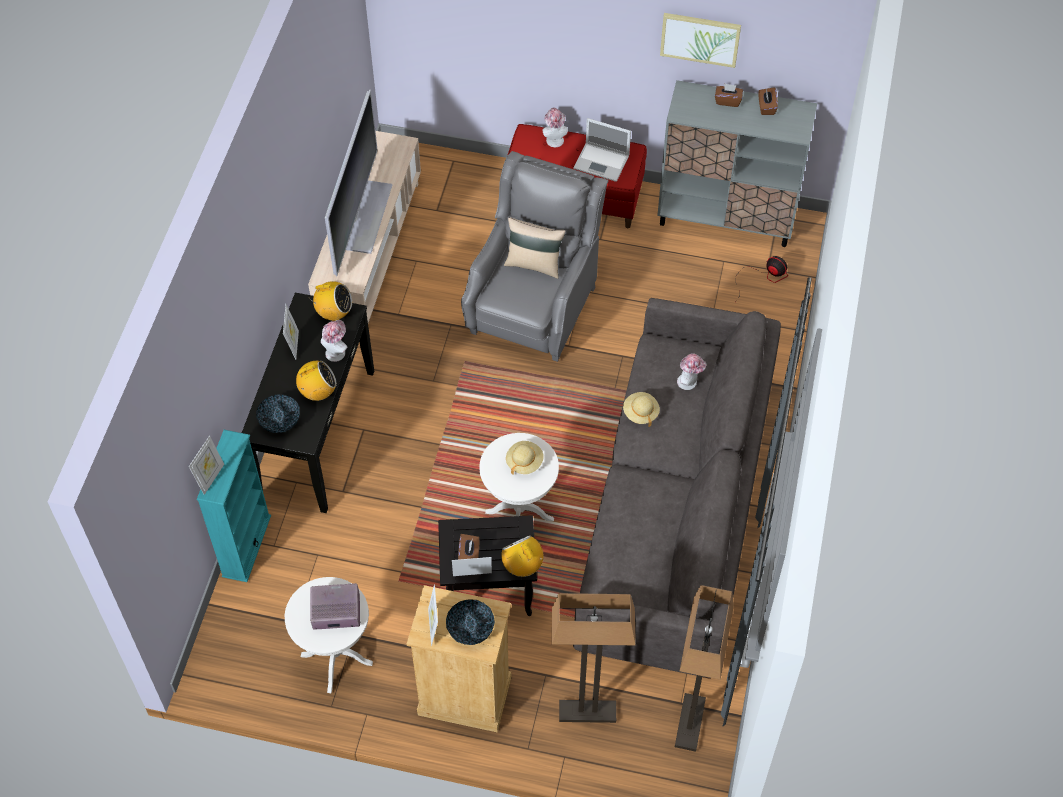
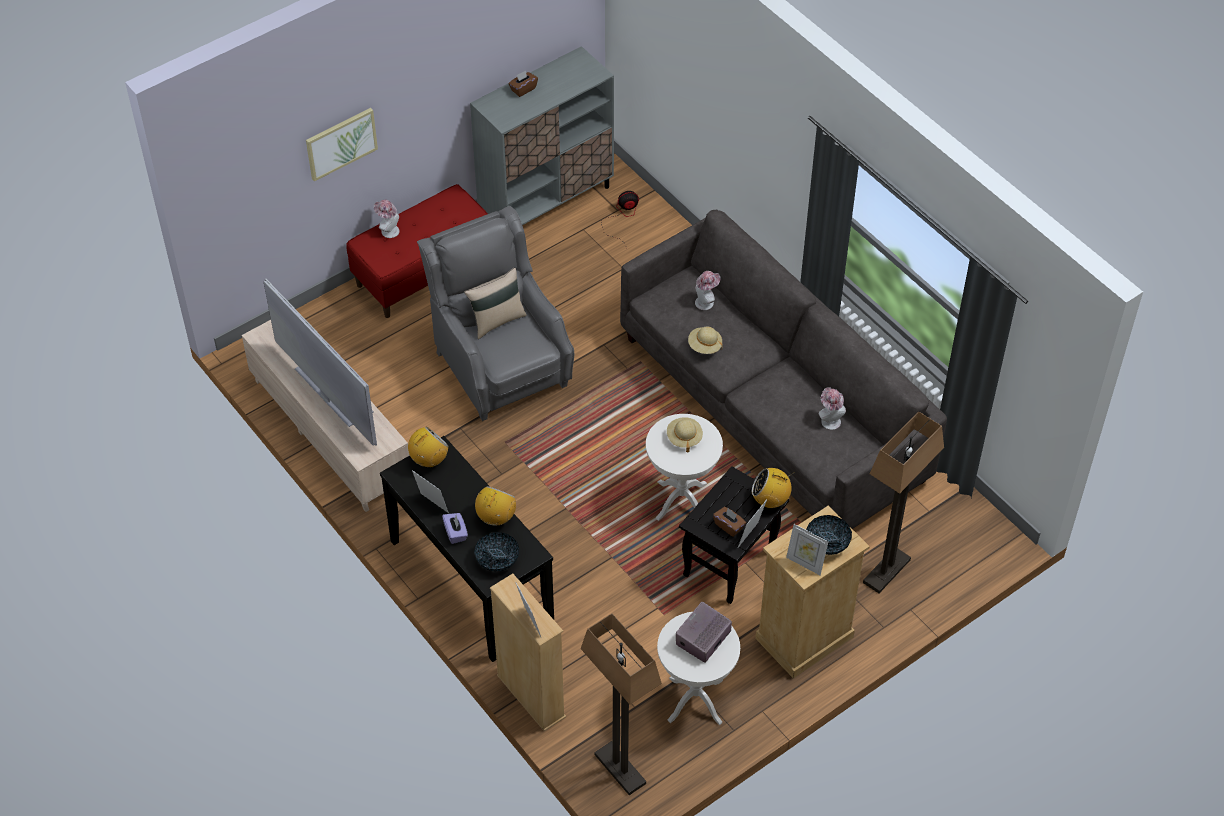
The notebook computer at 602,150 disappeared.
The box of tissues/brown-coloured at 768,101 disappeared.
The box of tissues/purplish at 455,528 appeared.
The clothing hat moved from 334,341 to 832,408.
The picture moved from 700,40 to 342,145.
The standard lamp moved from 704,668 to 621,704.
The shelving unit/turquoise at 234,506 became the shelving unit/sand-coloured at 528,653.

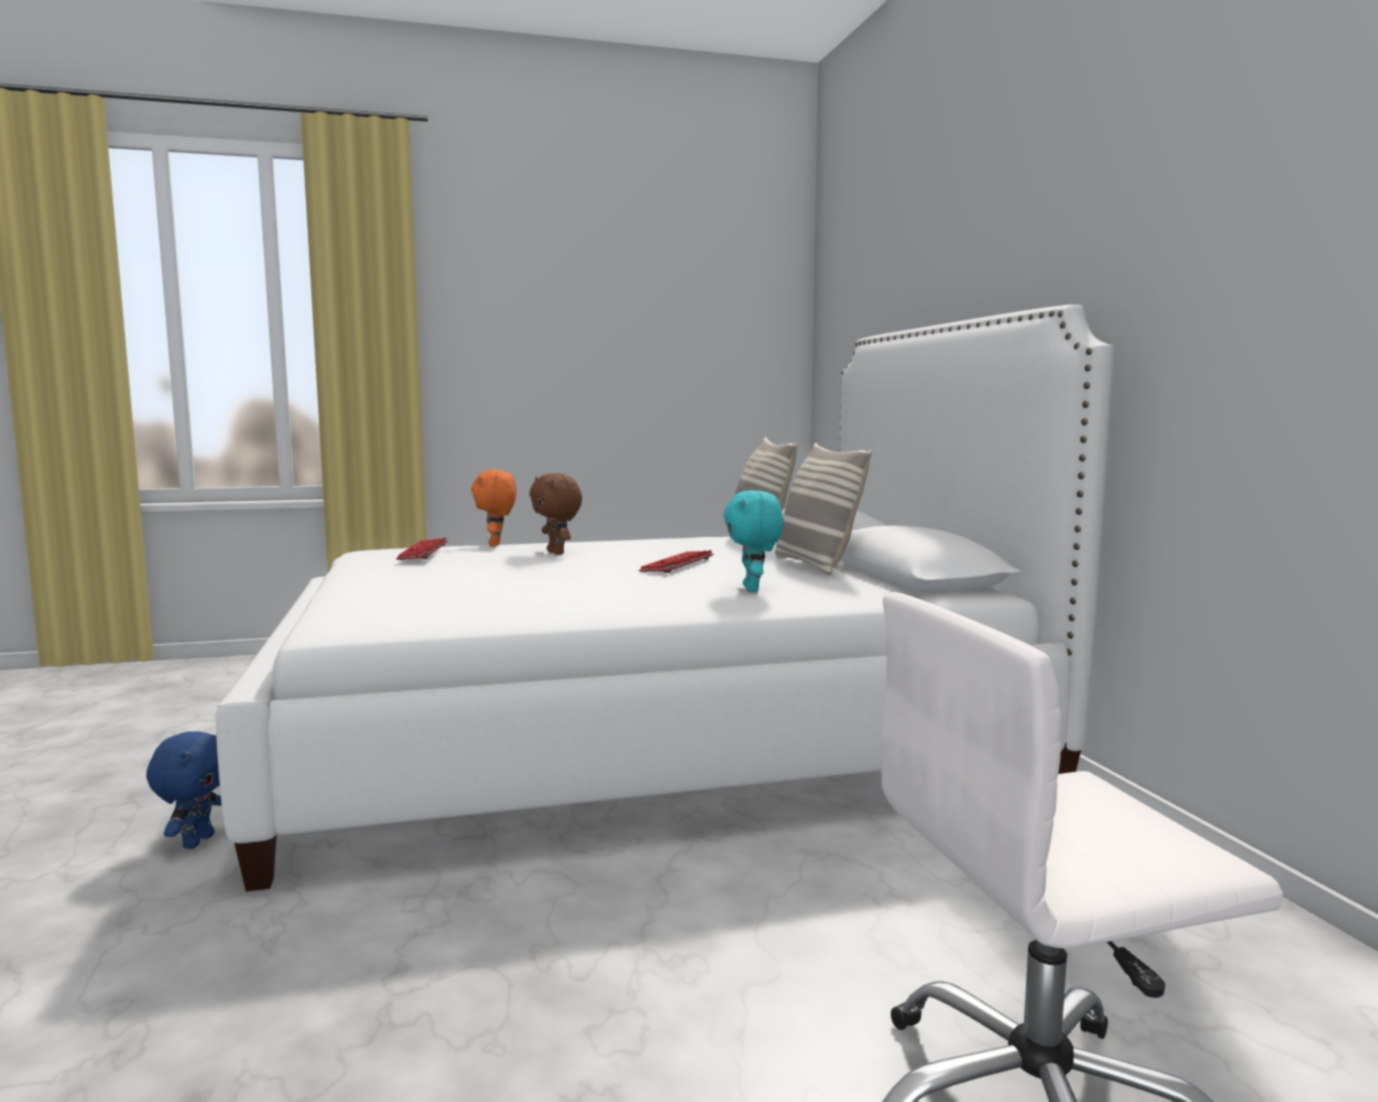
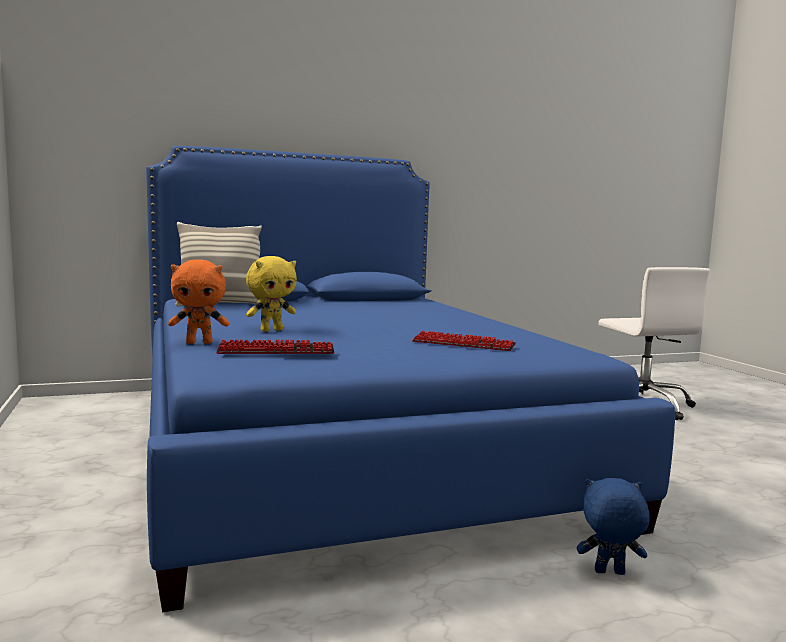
The plush toy/turquoise at 754,541 disappeared.
The pillow at 823,509 disappeared.
The PC keyboard moved from 676,561 to 464,341.
The bedroom bed/white at 665,598 became the bedroom bed/blue at 410,379.
The plush toy/brown-coloured at 555,514 became the plush toy/yellow at 271,294.

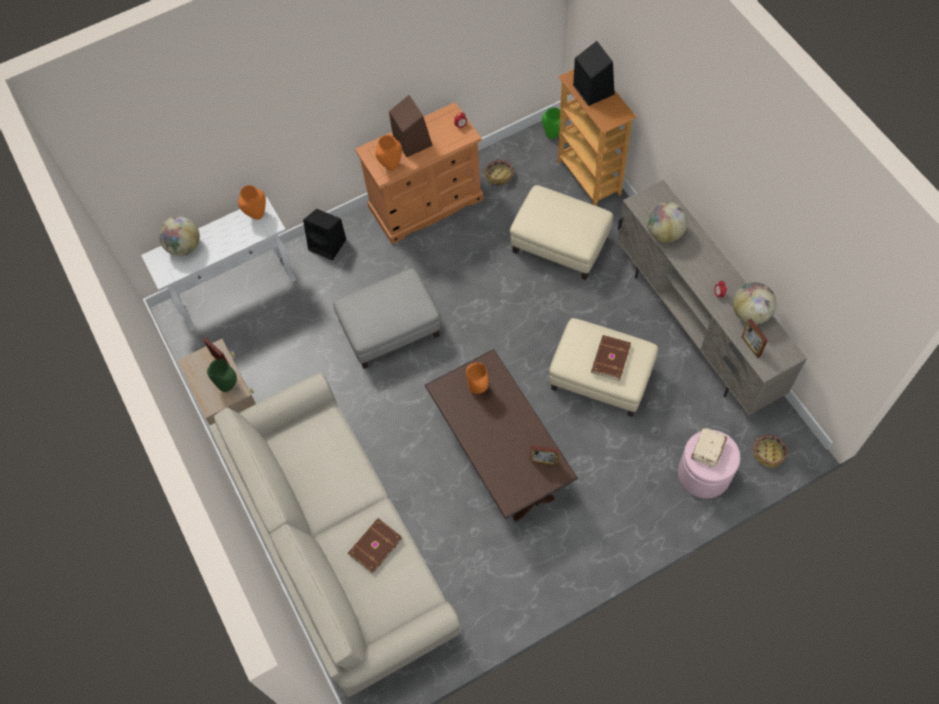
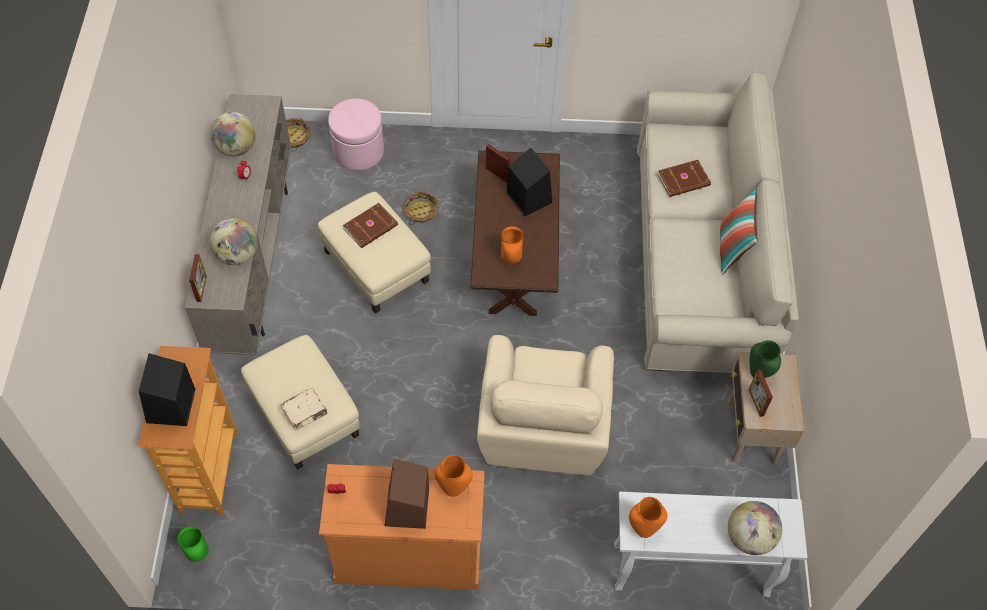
The pillow at 739,231 appeared.
The audio speaker/blackish moved from 324,234 to 529,182.
The storage basket moved from 499,172 to 420,208.
The volume/sand-coloured moved from 709,447 to 304,409.
The photo frame moved from 754,338 to 198,278.
The pouffe/greyish at 386,318 was replaced by the lounge chair/sand-coloured at 545,405.

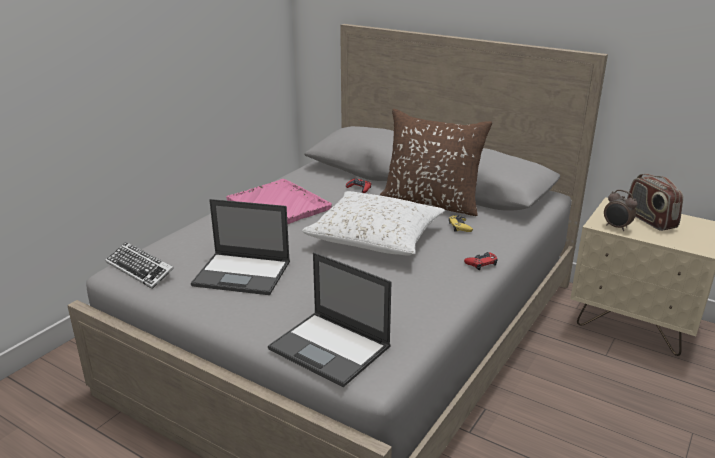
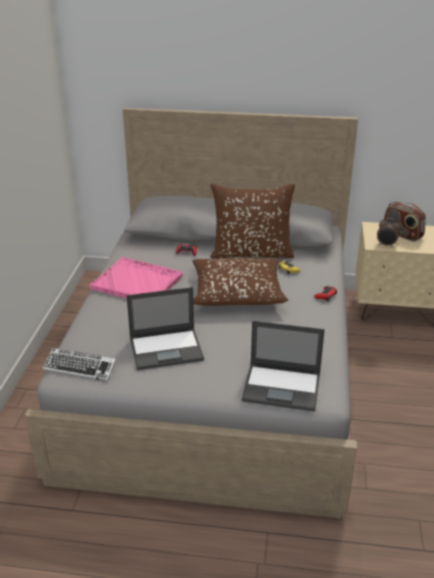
The pillow/white at 373,223 became the pillow/brown-coloured at 240,282.

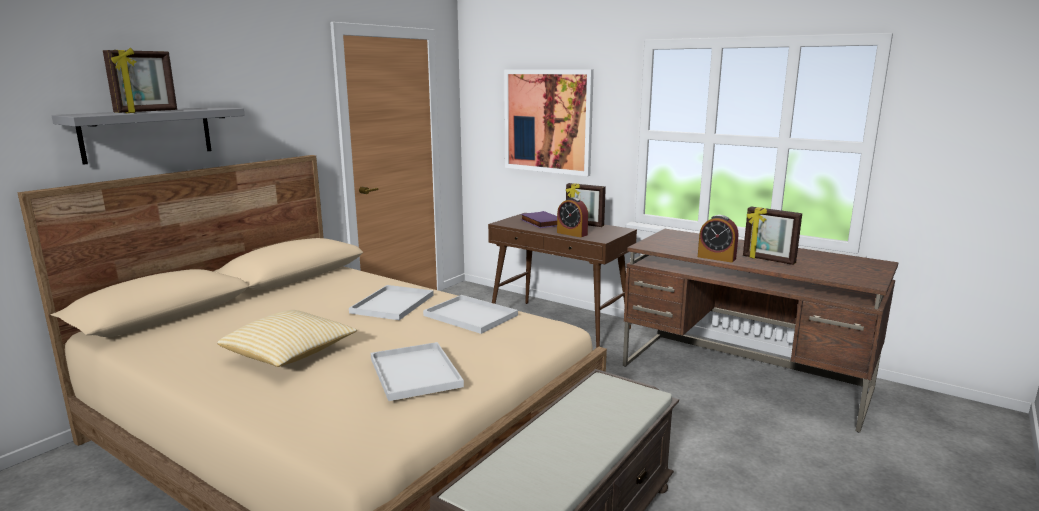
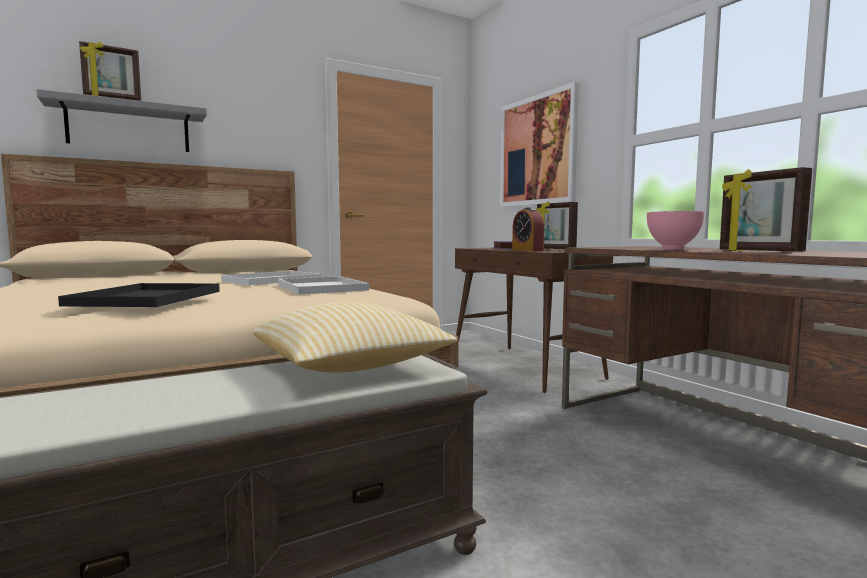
The pillow moved from 287,338 to 355,337.
The alarm clock at 718,239 was replaced by the serving bowl/pinkish at 675,230.
The serving tray/white at 417,371 became the serving tray/blackish at 139,295.

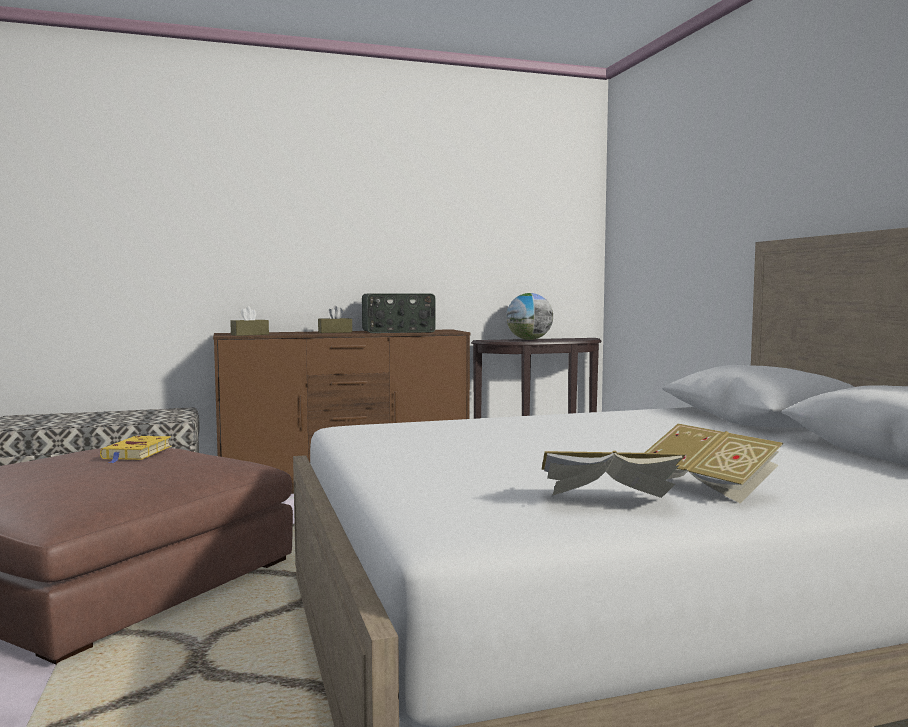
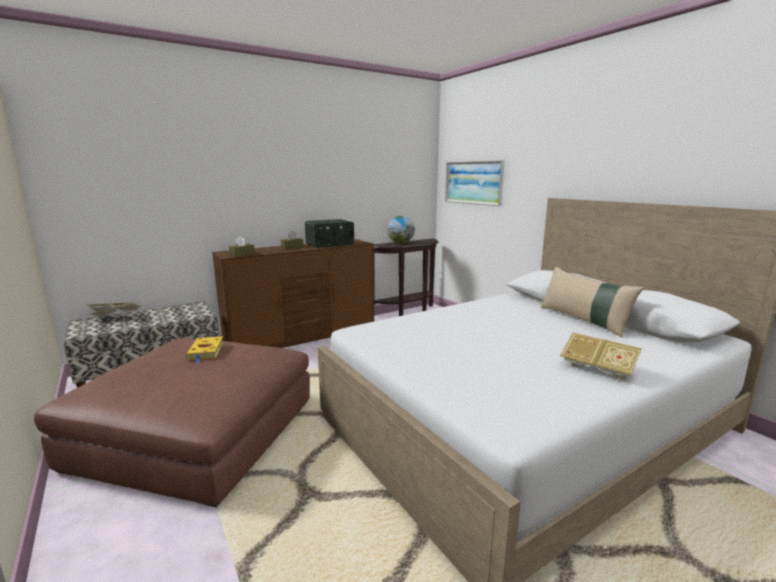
The picture at 475,183 appeared.
The pillow/sand-coloured at 592,302 appeared.
The volume moved from 614,474 to 113,310.

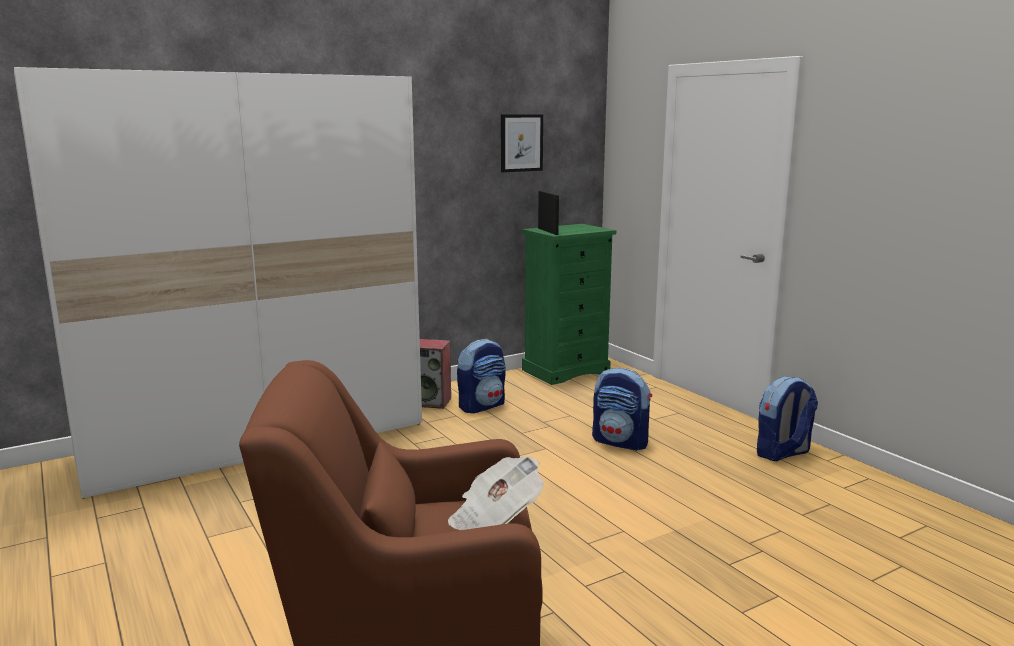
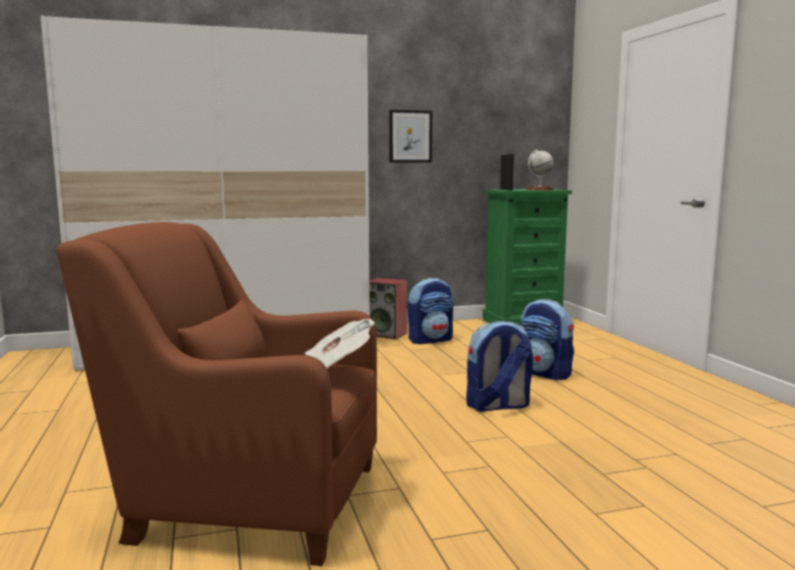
The globe at 539,169 appeared.
The picture moved from 522,143 to 410,136.
The knapsack moved from 787,418 to 499,366.

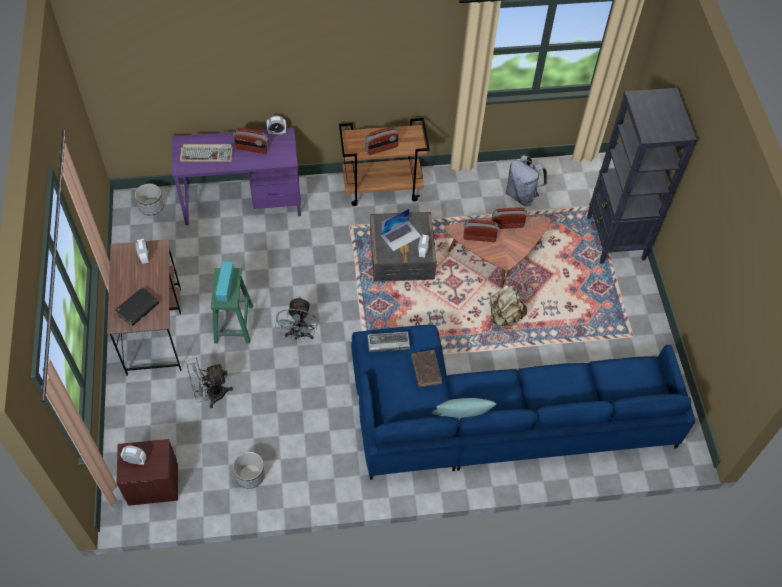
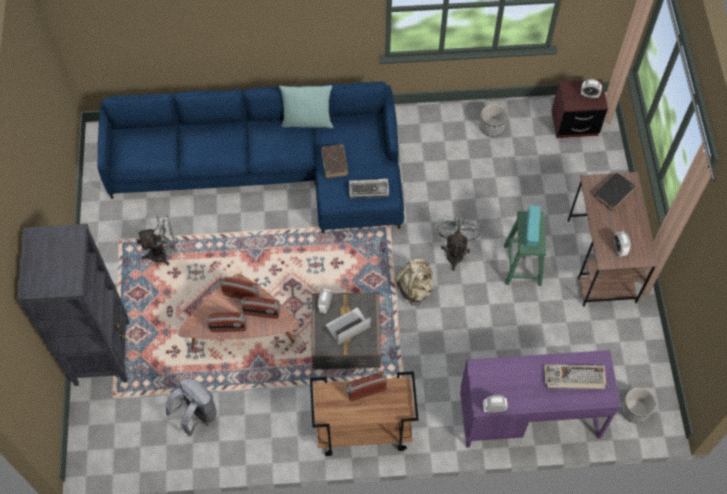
The cooling fan/greyish moved from 209,383 to 157,240.
The radio moved from 251,141 to 239,288.
The knapsack/sand-coloured moved from 508,305 to 413,282.

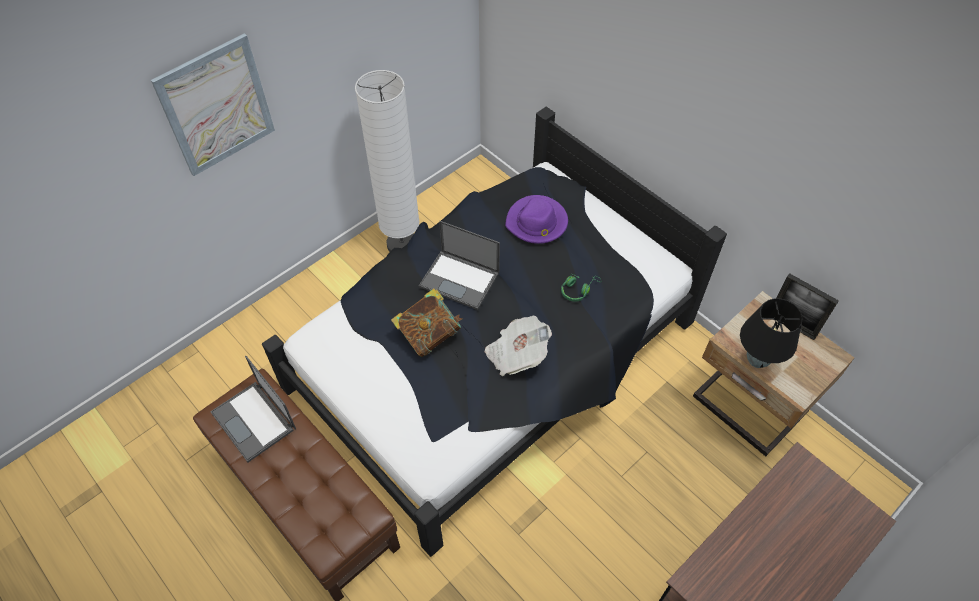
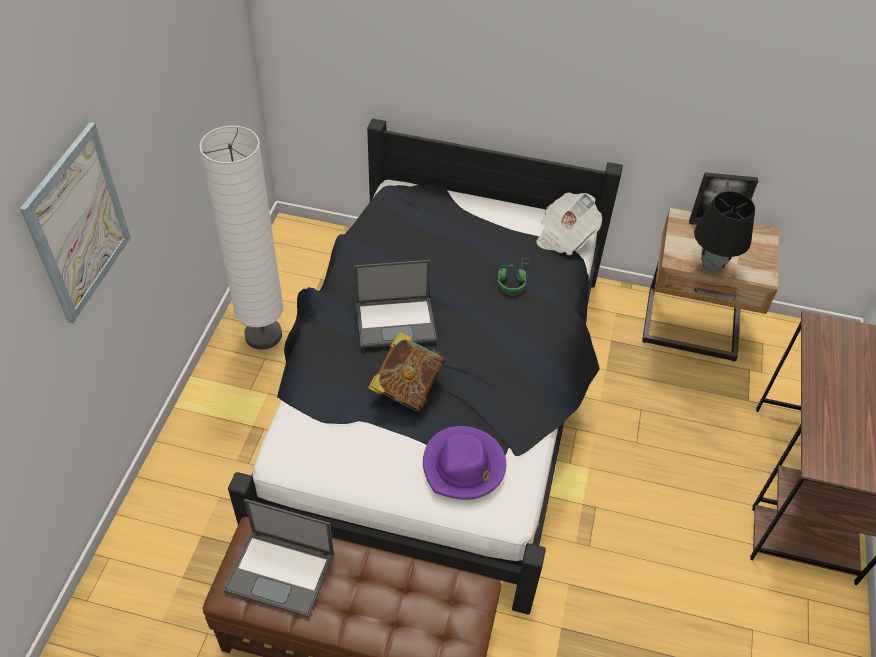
The newspaper moved from 518,346 to 569,224.
The clothing hat/purplish moved from 536,219 to 464,463.

